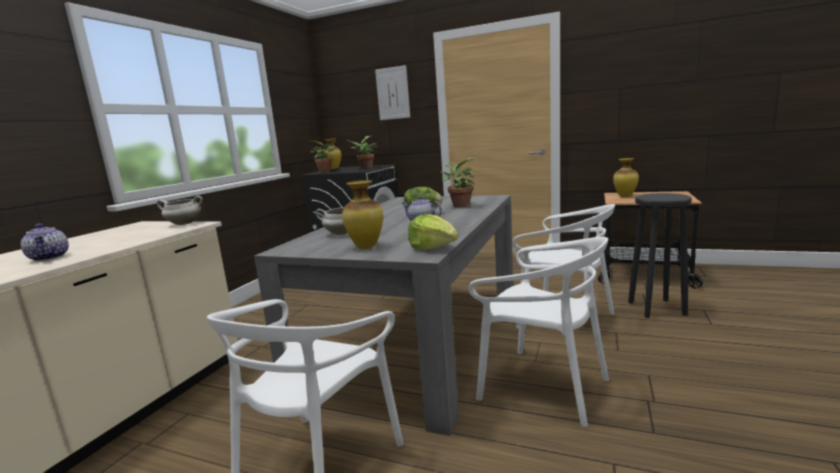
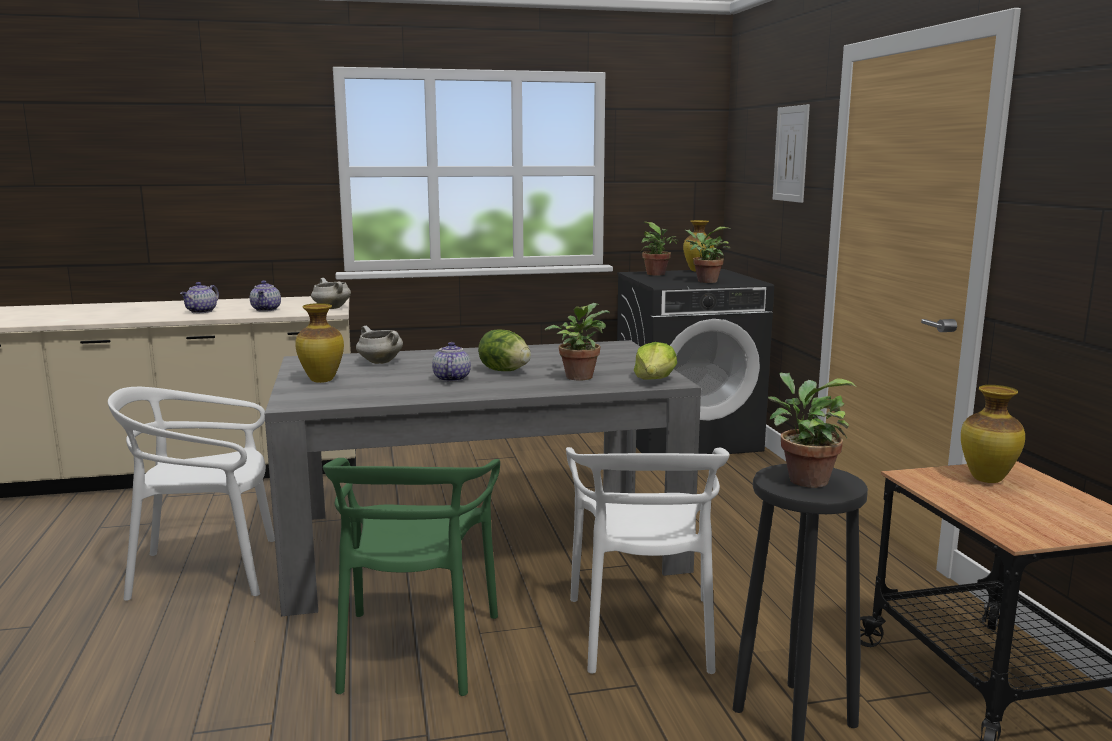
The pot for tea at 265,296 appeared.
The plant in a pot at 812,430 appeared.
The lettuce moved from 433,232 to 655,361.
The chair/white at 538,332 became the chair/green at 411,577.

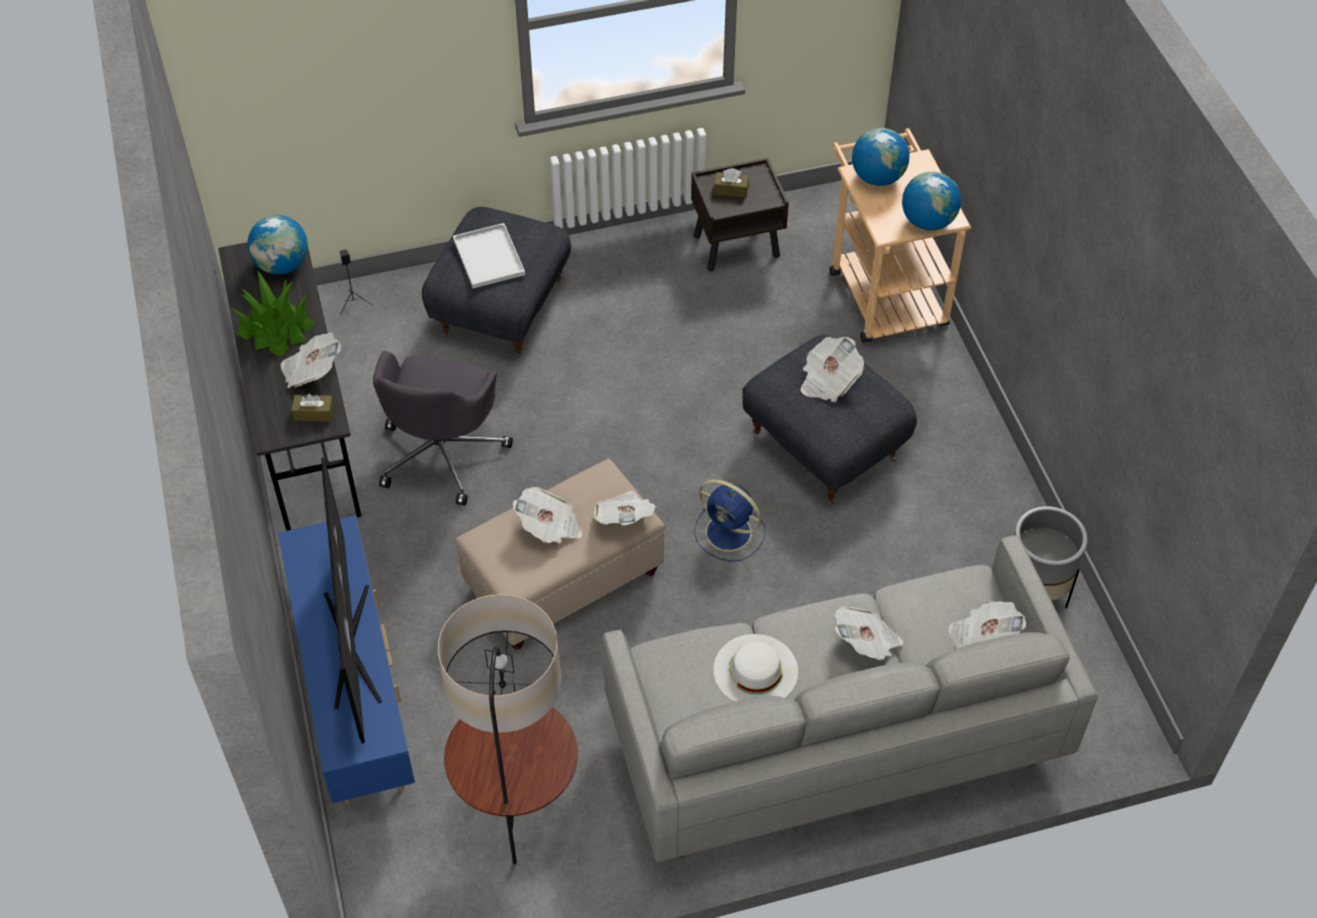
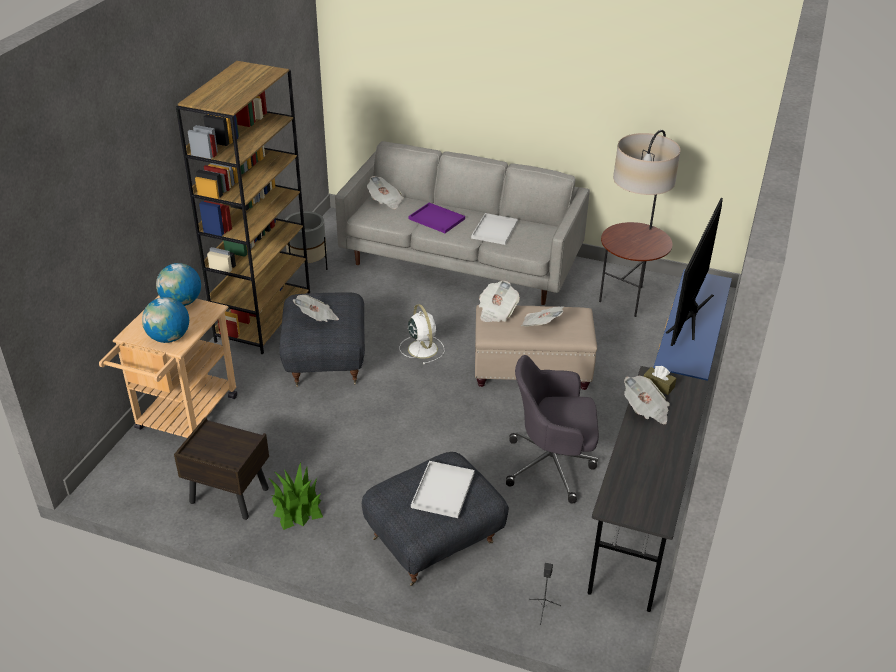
The globe at 277,244 disappeared.
The box of tissues/brown-coloured at 731,183 disappeared.
The shelving unit/brown-coloured at 243,207 appeared.
The plant in a pot moved from 273,313 to 296,496.
The clothing hat/white at 755,668 was replaced by the serving tray/white at 494,229.
The newspaper at 868,633 was replaced by the serving tray/purplish at 437,218.
The cooling fan/blue at 730,520 became the cooling fan/white at 422,334.
The computer chair/greyish at 443,428 turned 135 degrees counterclockwise.

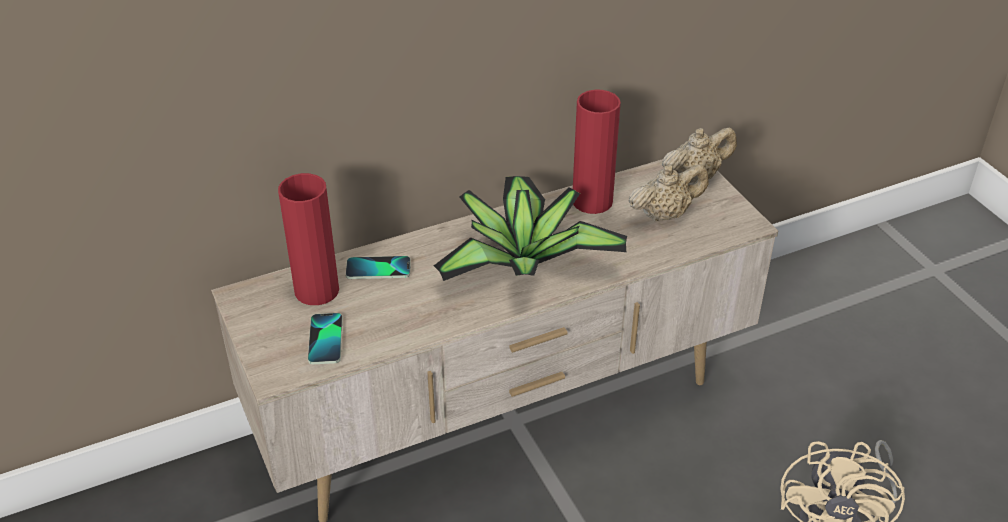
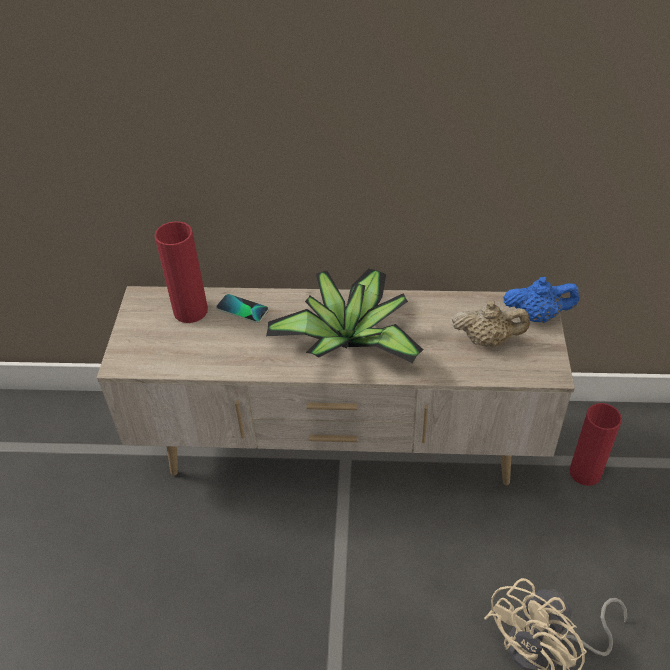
The telephone at 325,338 disappeared.
The flower vase/red moved from 597,151 to 595,444.
The pot for tea/sand-coloured at 699,155 became the pot for tea/blue at 541,300.

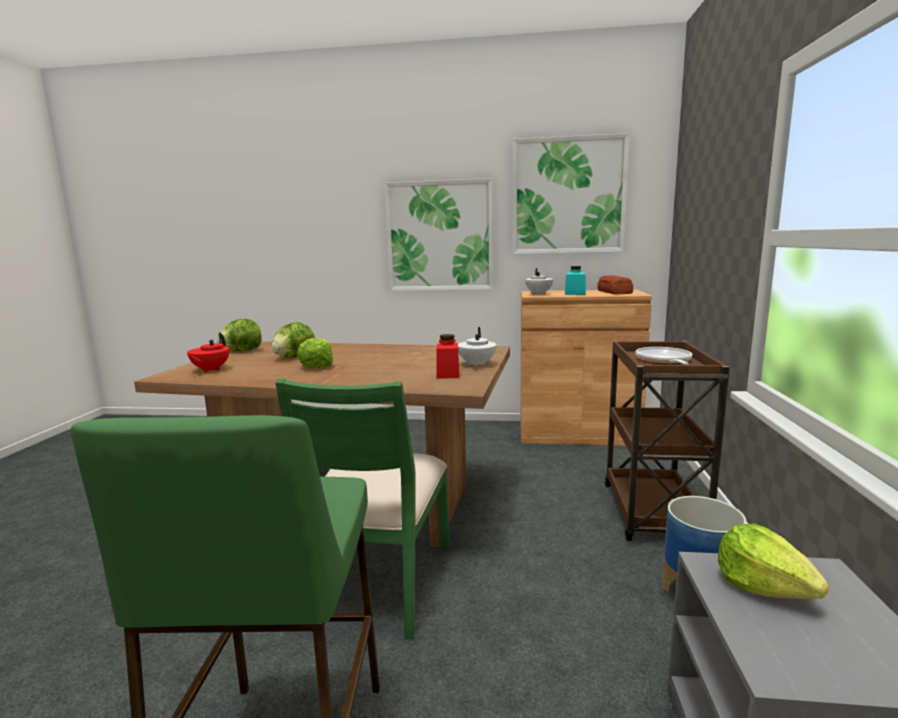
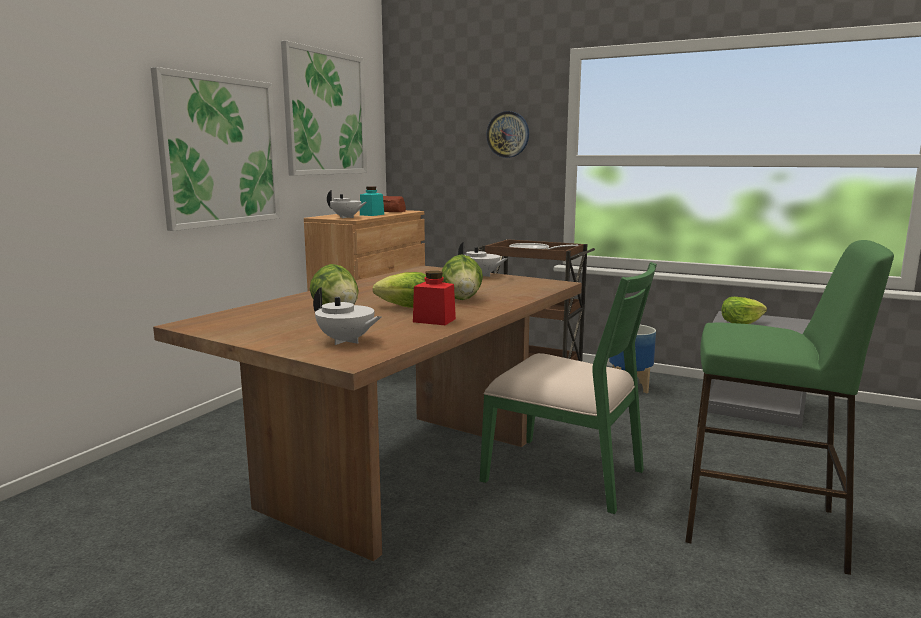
The wall clock at 507,134 appeared.
The lettuce moved from 239,335 to 462,277.
The preserve jar/red moved from 447,356 to 434,298.
The pot for tea/red at 208,352 became the pot for tea/white at 347,316.

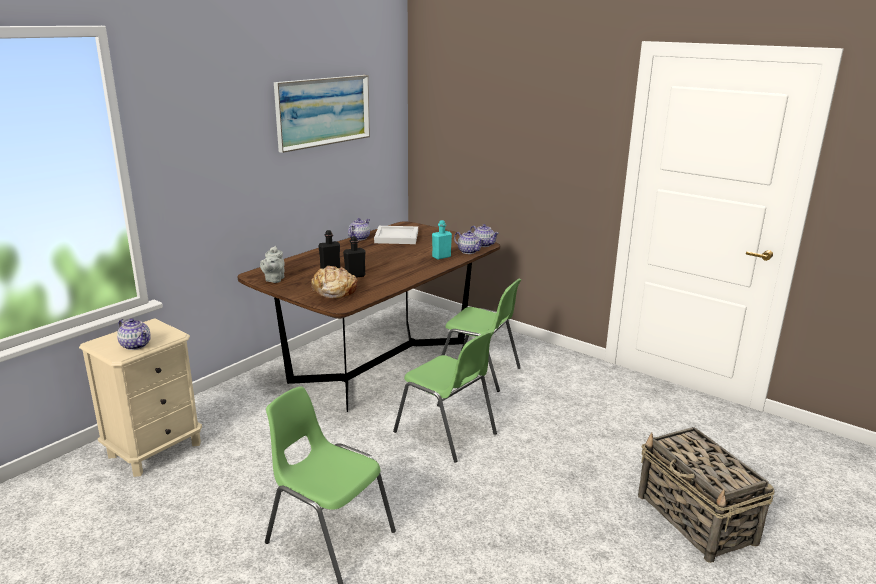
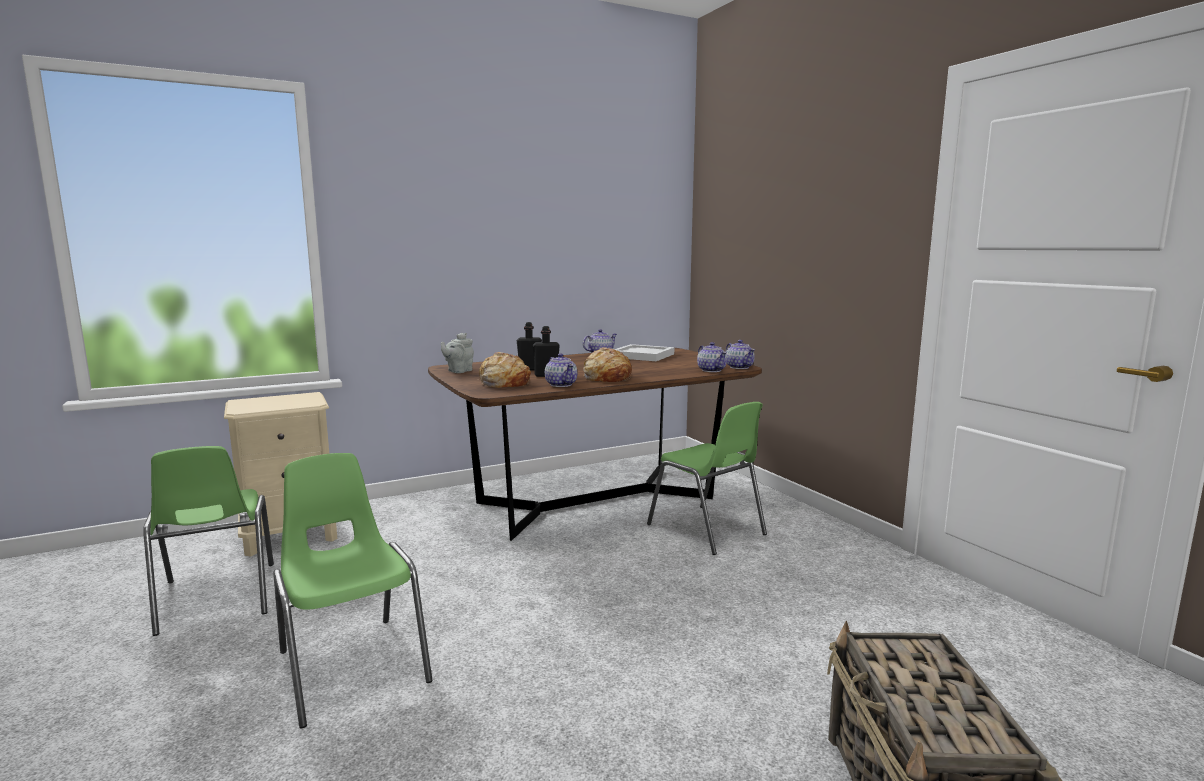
The picture at 322,114 disappeared.
The drink bottle/turquoise at 442,239 disappeared.
The bakery bread at 607,364 appeared.
The pot for tea moved from 134,334 to 561,370.
The chair/green moved from 445,396 to 208,541.

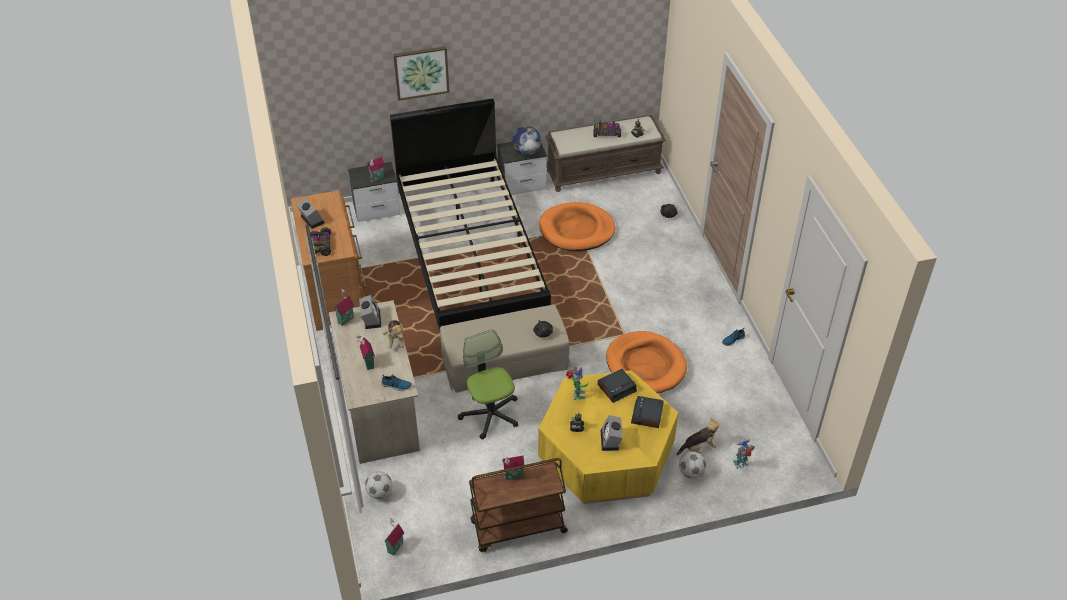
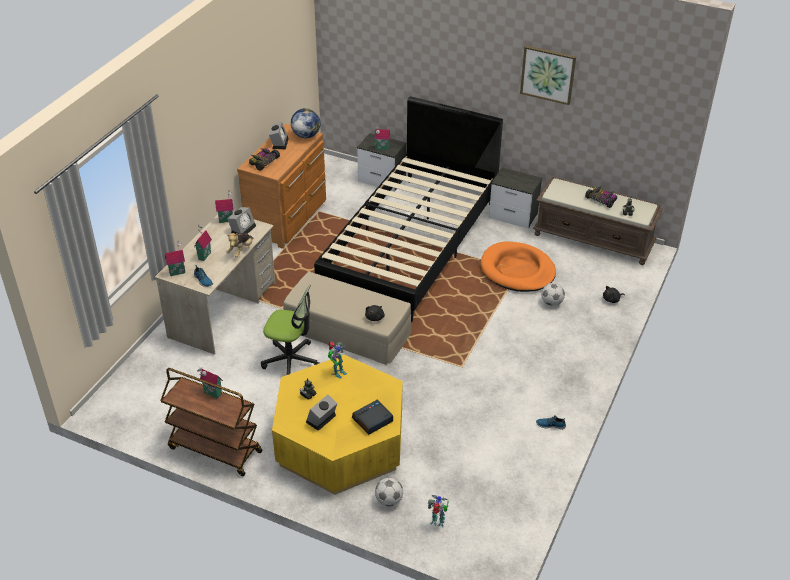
The alarm clock at 617,386 disappeared.
The pet bed/orange-coloured at 646,362 disappeared.
The plush toy at 699,437 disappeared.
The ball for football moved from 379,485 to 553,294.
The toy house moved from 393,537 to 175,258.
The picture moved from 421,73 to 548,75.
The globe moved from 526,141 to 306,123.
The computer chair at 488,384 turned 90 degrees clockwise.

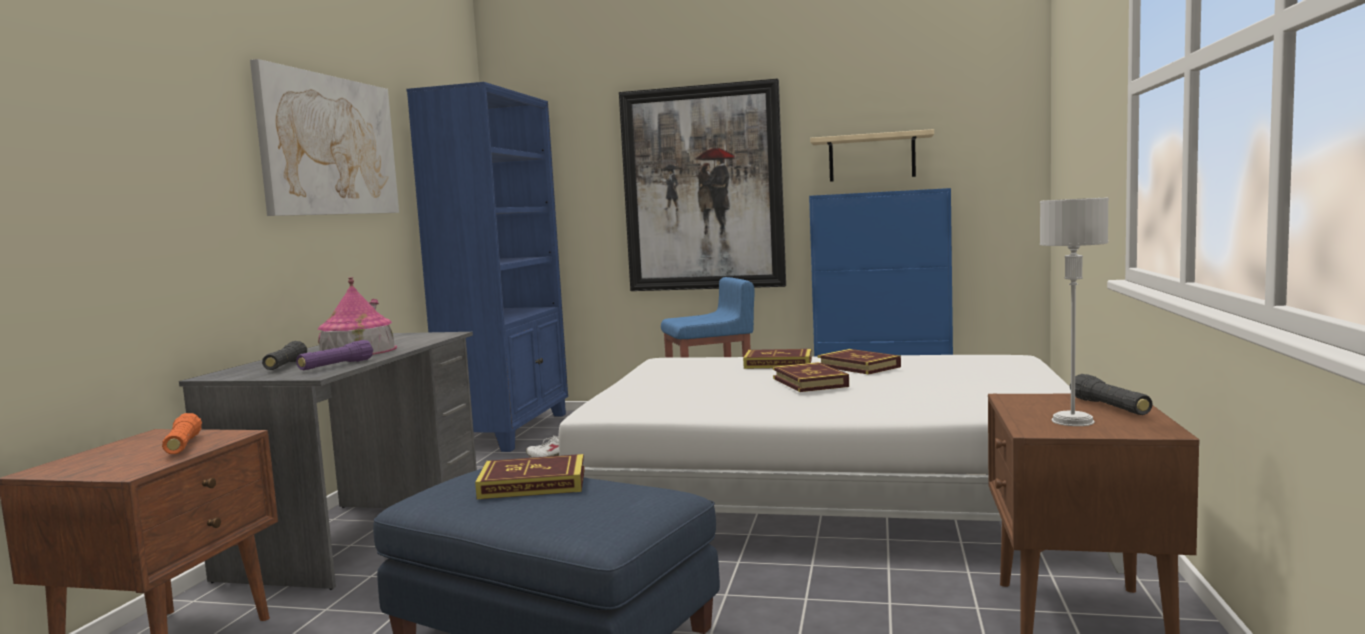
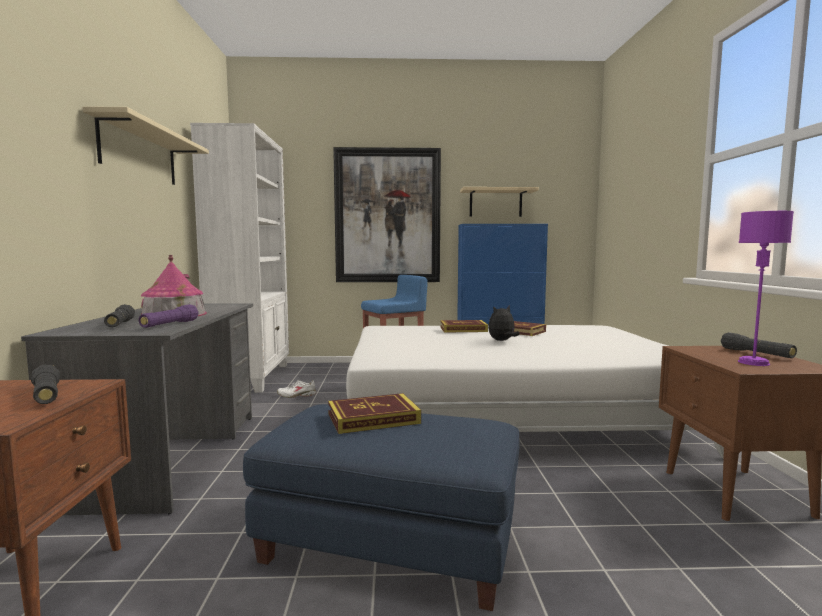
The picture at 324,137 was replaced by the bracket shelf/sand-coloured at 145,145.
The volume at 811,377 was replaced by the plush toy at 504,323.
The flashlight/orange-coloured at 182,433 became the flashlight/blackish at 45,384.
The shelving unit/blue at 487,267 became the shelving unit/white at 239,258.
The lamp for a table/greyish at 1074,312 became the lamp for a table/purplish at 766,288.

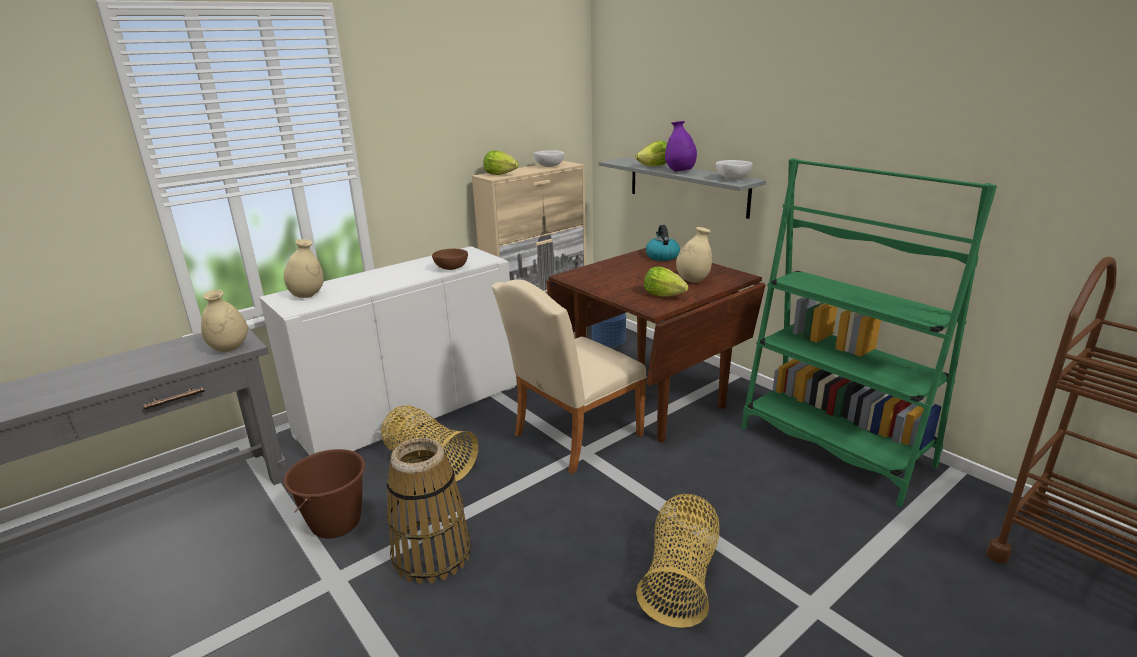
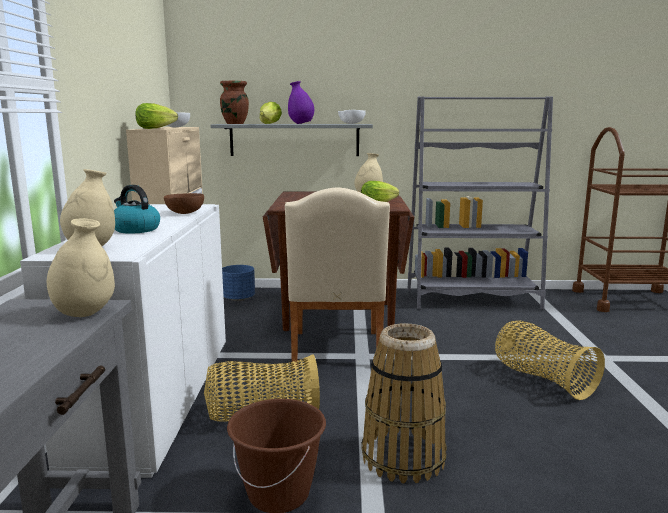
The flower vase/brown-coloured at 234,102 appeared.
The kettle moved from 663,243 to 137,209.
The shelving unit/green at 869,332 became the shelving unit/greyish at 480,203.

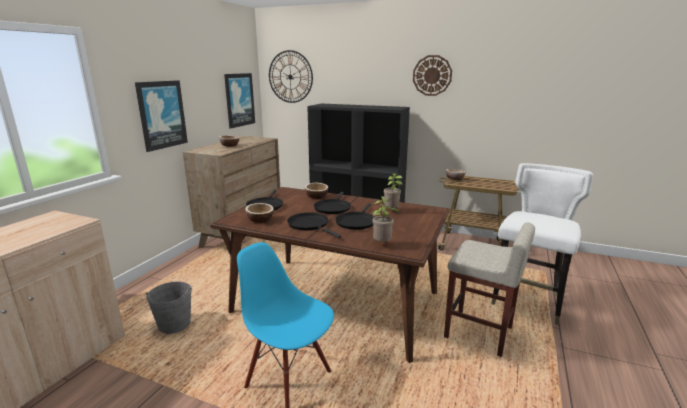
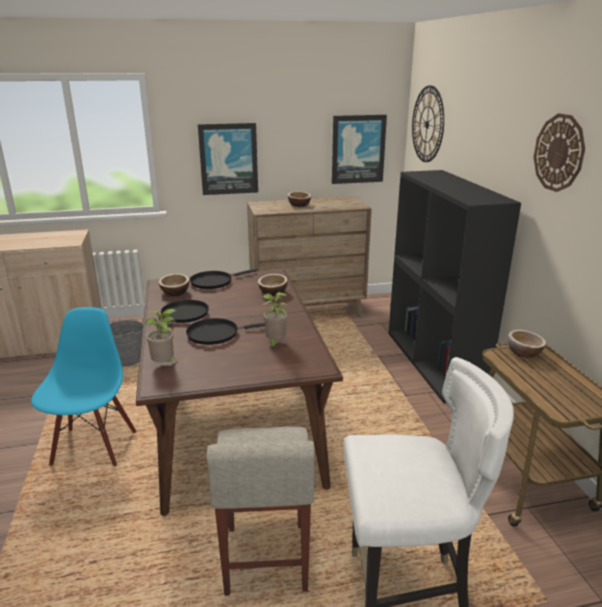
The pan/blackish at 332,203 disappeared.

